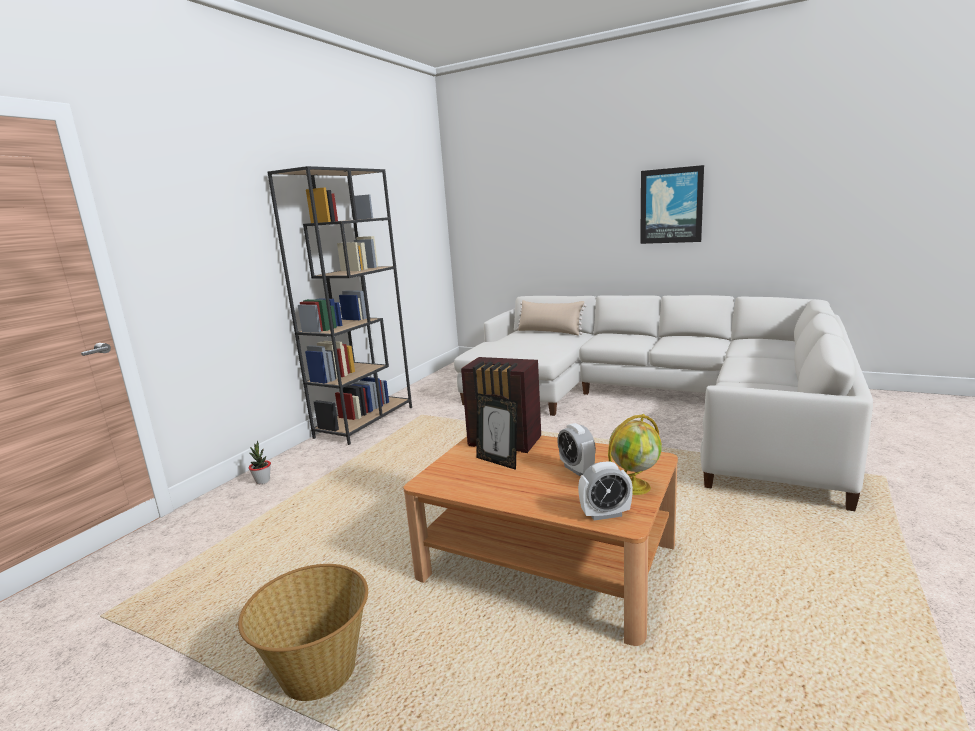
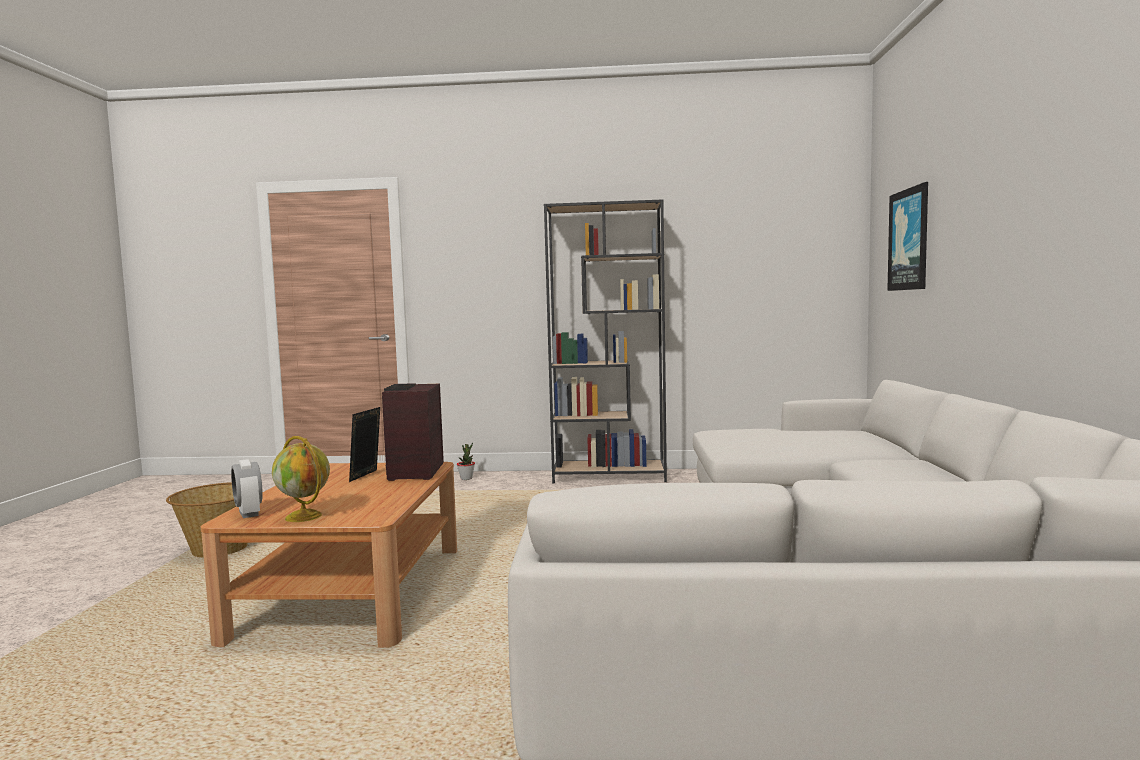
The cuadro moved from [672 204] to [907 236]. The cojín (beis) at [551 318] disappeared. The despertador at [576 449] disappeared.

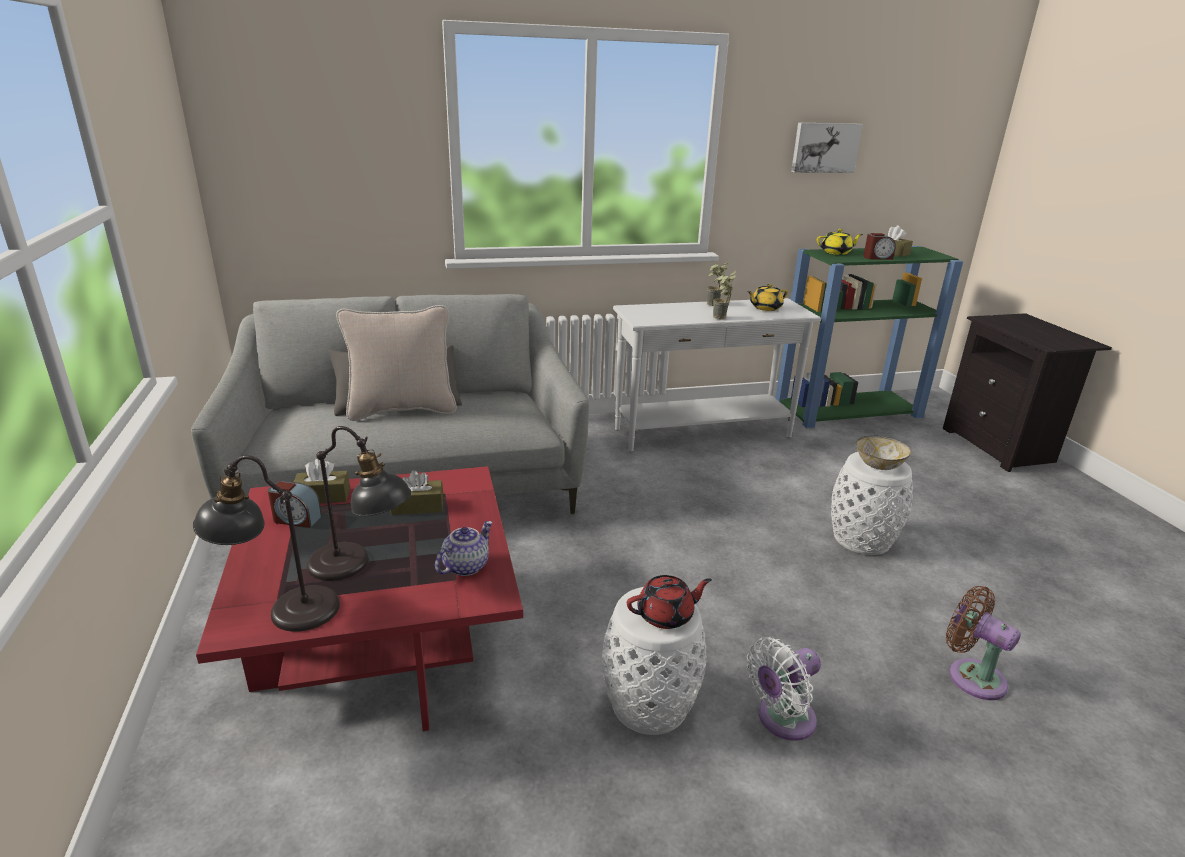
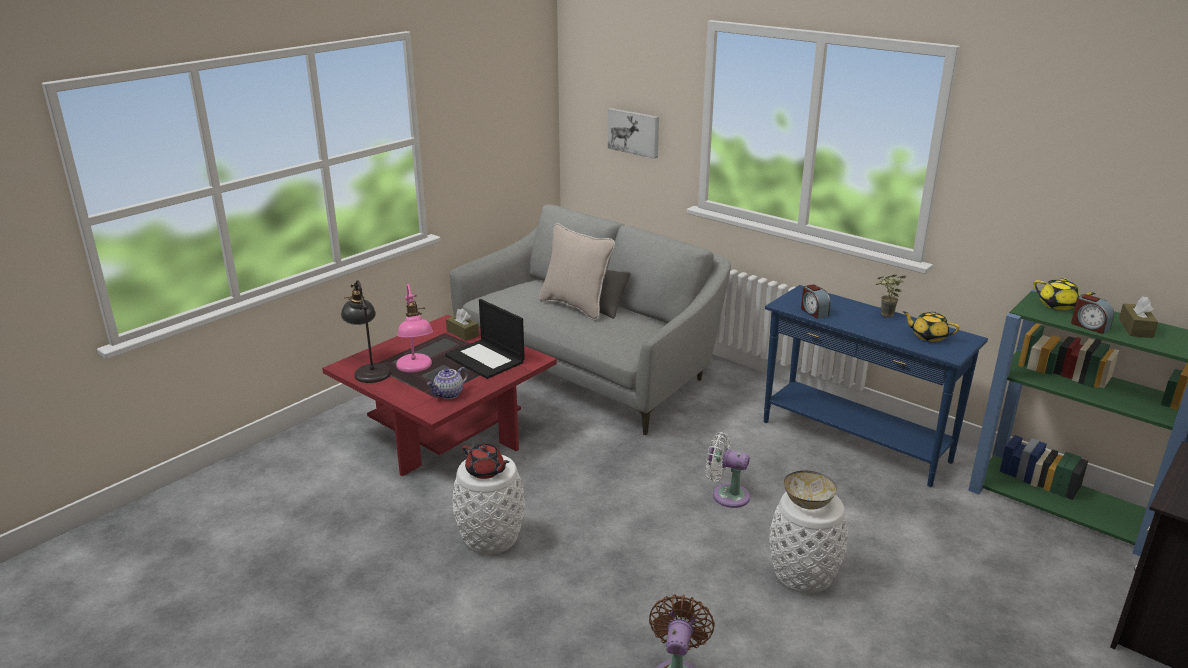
The lámpara de mesa (gris) at [359 503] became the lámpara de mesa (rosa) at [414 328]. The tetera at [464 548] turned 135 degrees clockwise. The caja de pañuelos (marrón) at [416 492] was replaced by the portátil at [485 339]. The cuadro moved from [827 148] to [633 133]. The ventilador (blanco) moved from [784 689] to [728 470]. The mesa consola (blanco) at [717 375] became the mesa consola (azul) at [876 386]. The despertador moved from [295 504] to [815 301]. The planta en maceta at [724 295] disappeared.

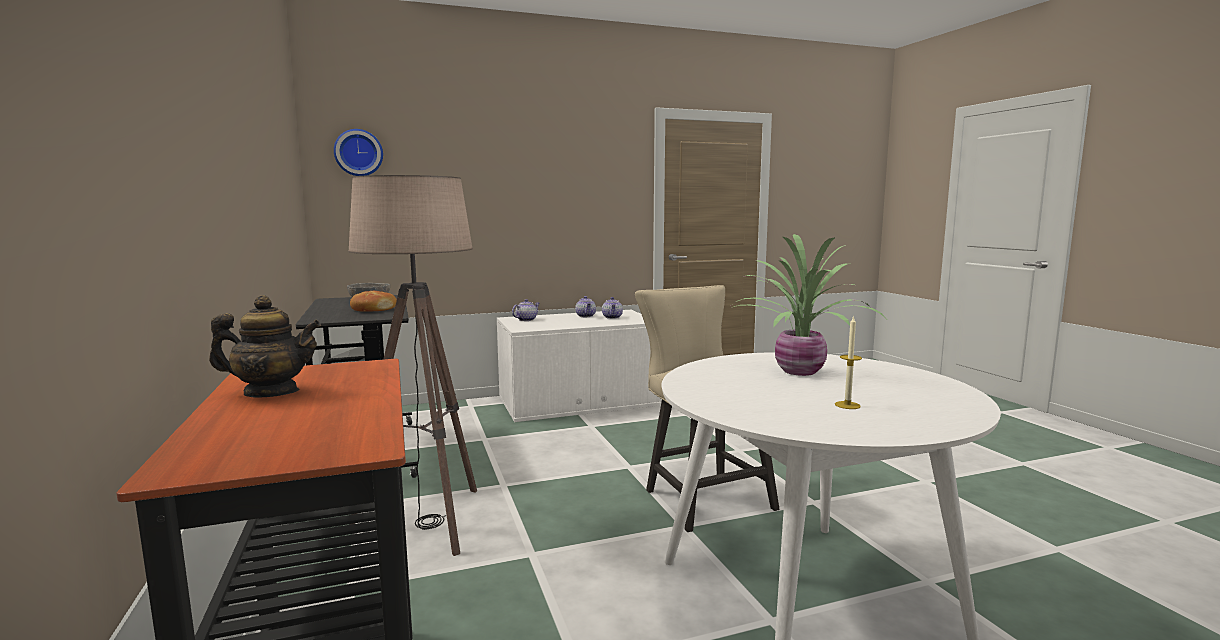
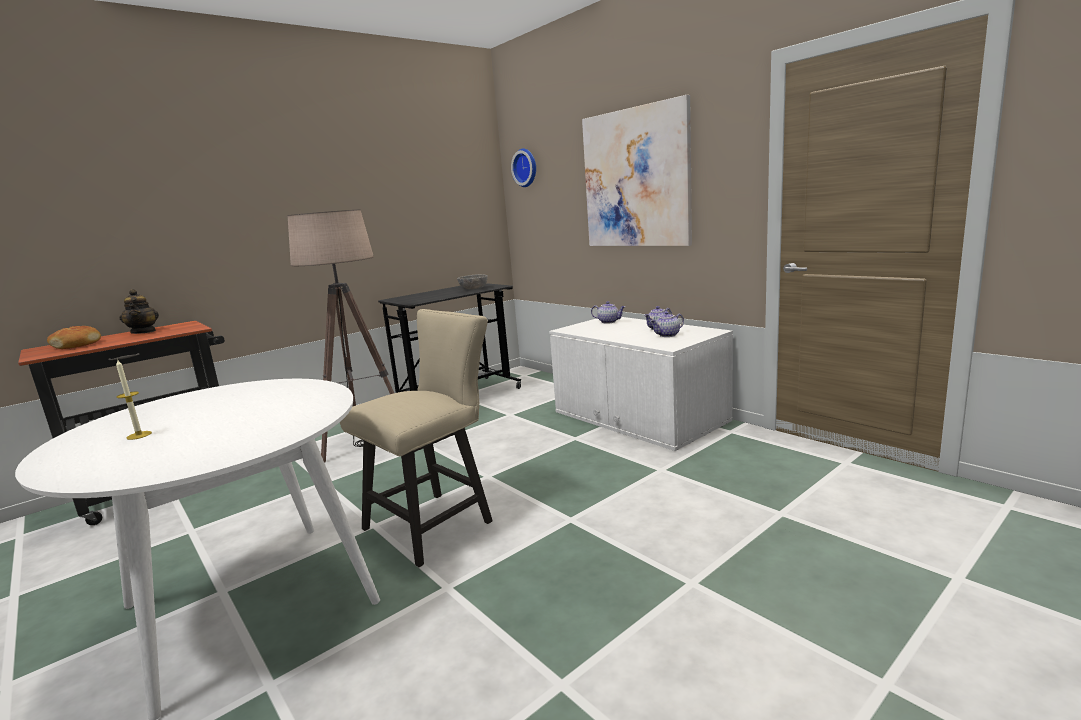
The pan moved from [373 301] to [74 337]. The cuadro at [637 170] appeared. The planta en maceta at [809 305] disappeared.

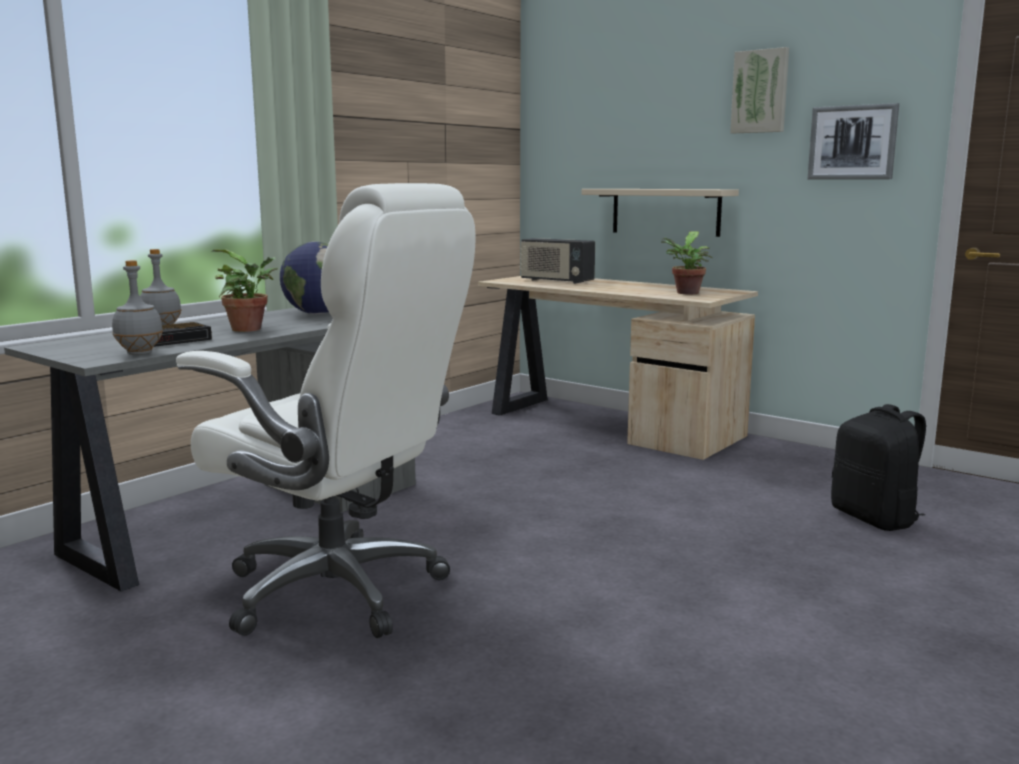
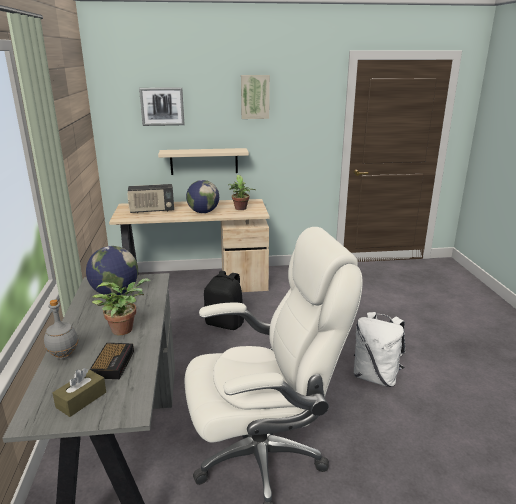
The caja de pañuelos (marrón) at [79 392] appeared. The cuadro moved from [853 141] to [162 106]. The globo terráqueo at [202 196] appeared. The mochila (negro) moved from [878 467] to [224 300]. The mochila (blanco) at [379 349] appeared. The botella (gris) at [137 307] disappeared.

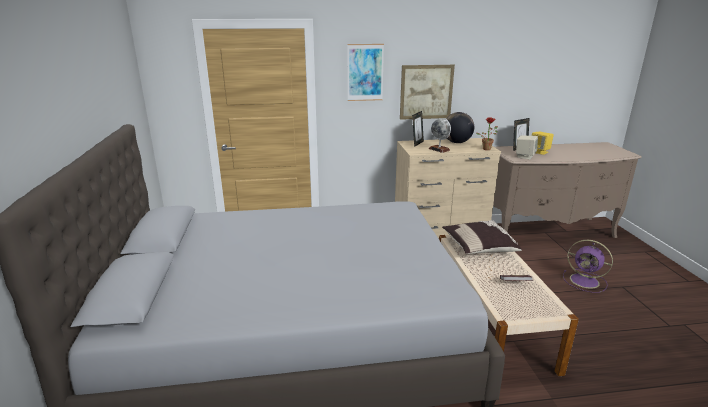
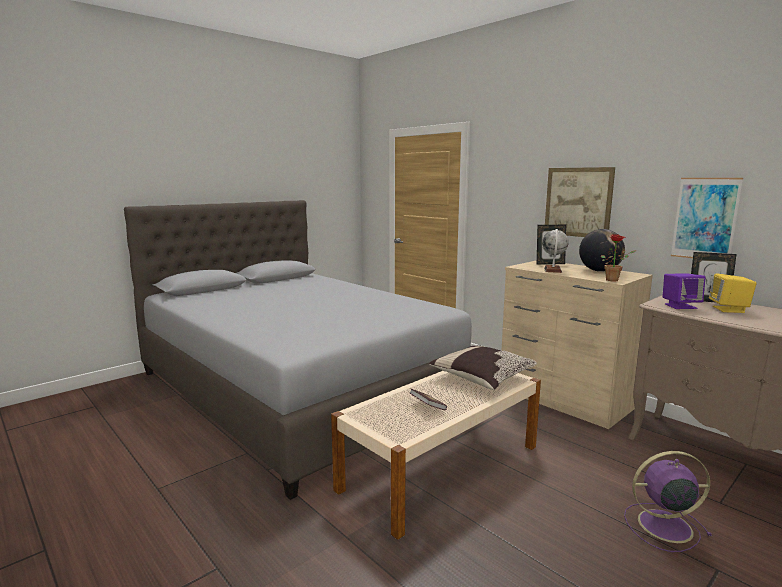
The ventilador (morado) at [588 266] turned 90 degrees clockwise. The altavoz (beis) at [527 148] became the altavoz (morado) at [684 291]. The cuadro moved from [365 72] to [707 218].

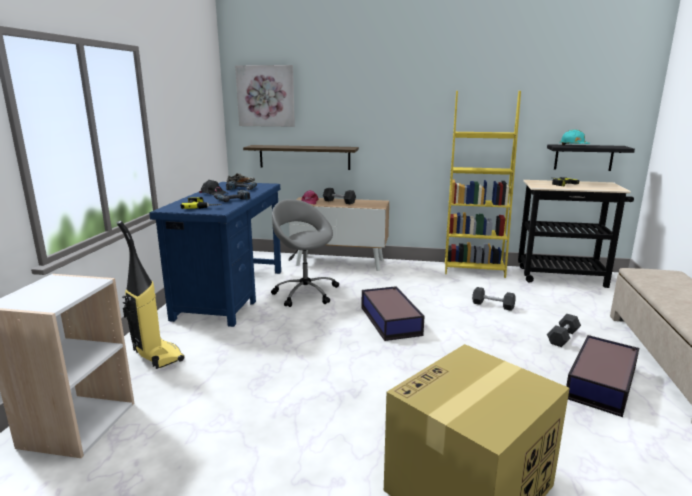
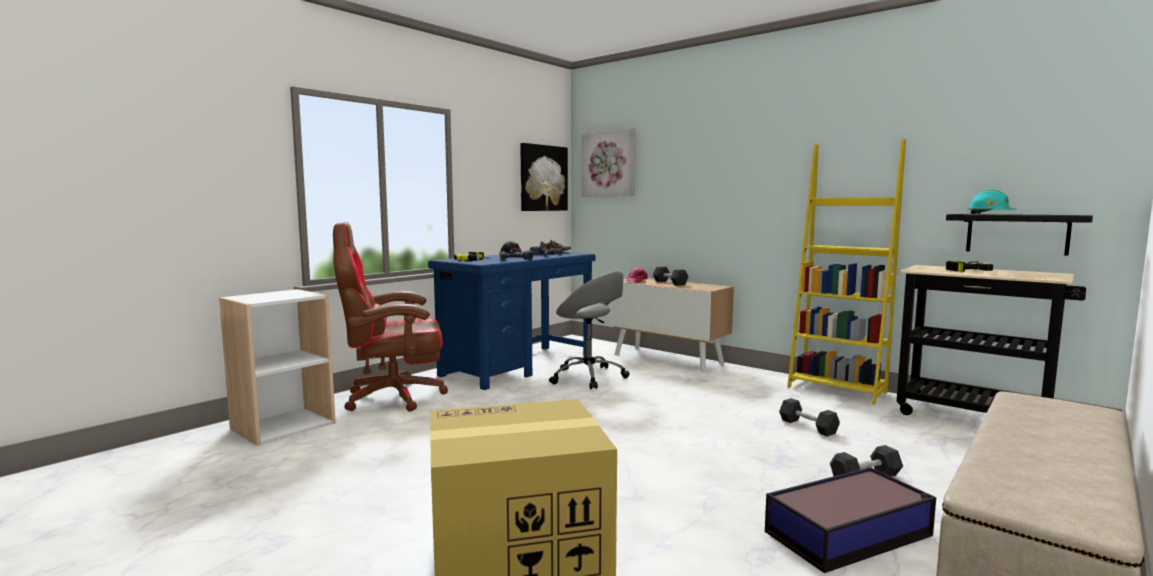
The aspiradora at [150 295] was replaced by the silla de oficina (marrón) at [390 317]. The cuadro at [544 177] appeared. The silla de oficina (gris) at [305 253] turned 150 degrees clockwise. The estante at [301 157] disappeared. The caja de almacenaje at [393 313] disappeared.

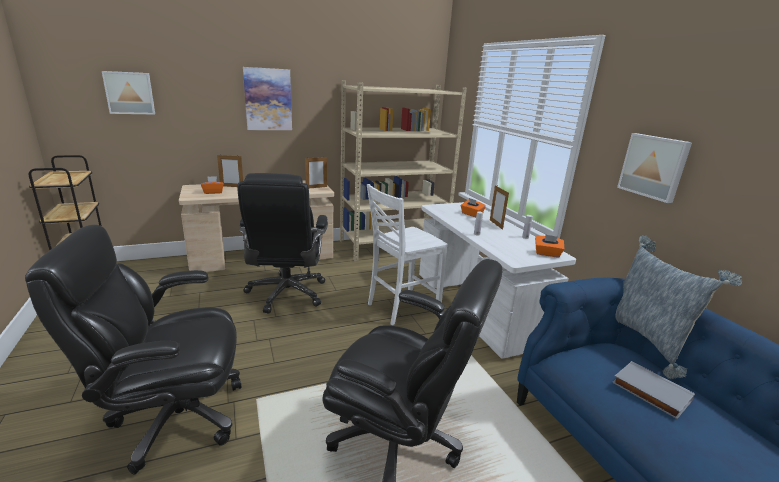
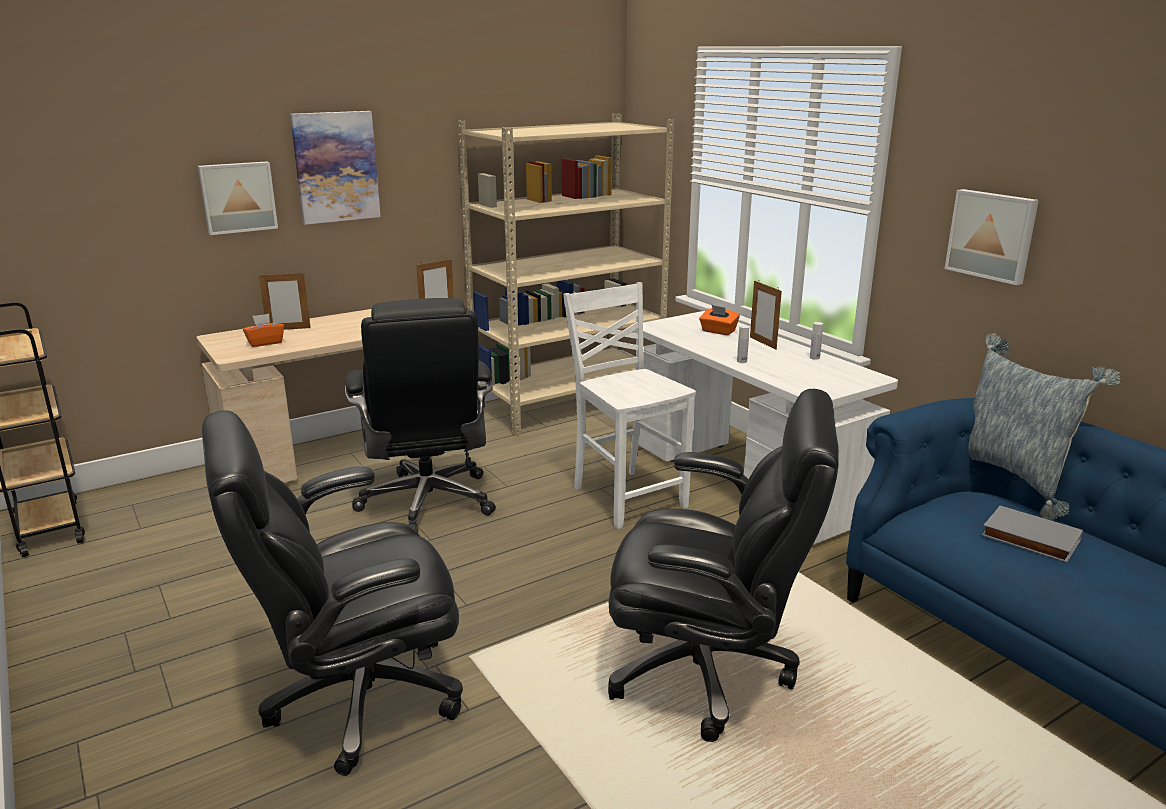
The cuadro moved from [128 93] to [238 198]. The silla (blanco) at [407 254] turned 105 degrees clockwise. The caja de pañuelos (naranja) at [549 246] disappeared.

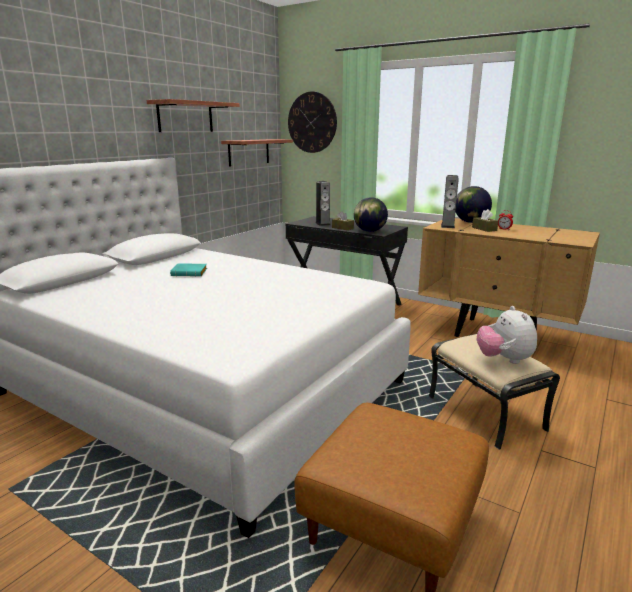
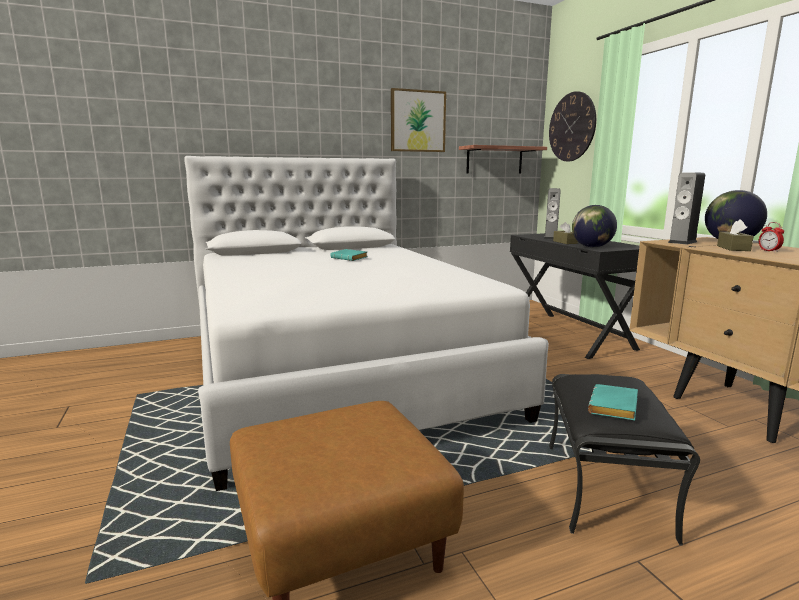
The estante at [193 115] was replaced by the cuadro at [418 120]. The puf (beis) at [494 392] became the puf (negro) at [624 459]. The peluche at [507 335] was replaced by the libro (turquesa) at [613 402].

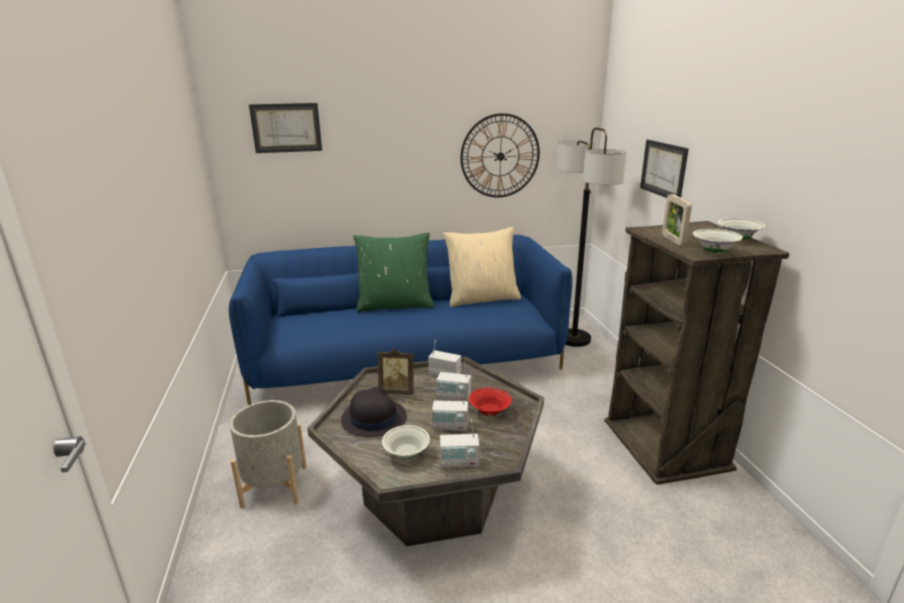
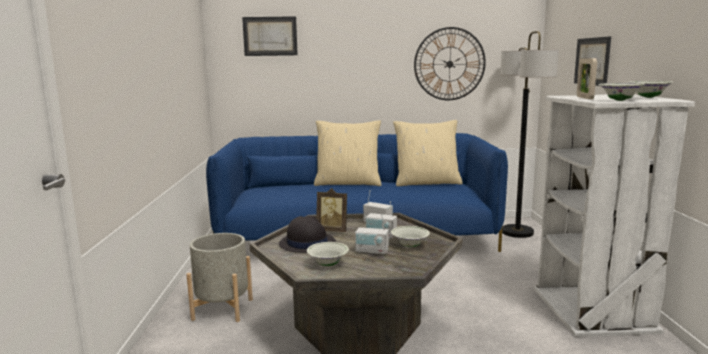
The cojín (verde) at [393 272] became the cojín (beis) at [347 153]. The cuenco (rojo) at [490 401] became the cuenco (blanco) at [410 236]. The estantería (marrón) at [696 353] became the estantería (blanco) at [614 215]. The radio at [459 444] disappeared.

